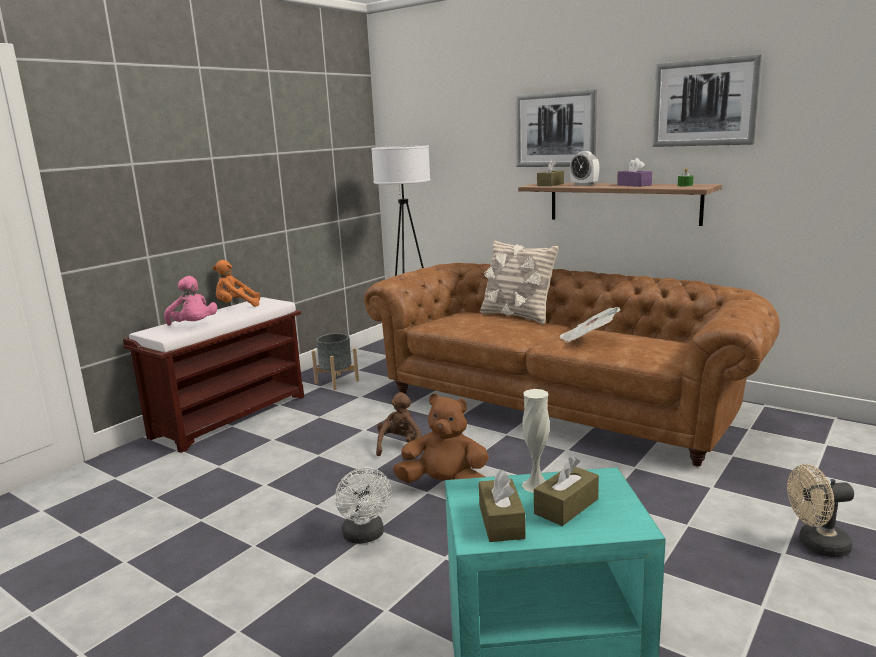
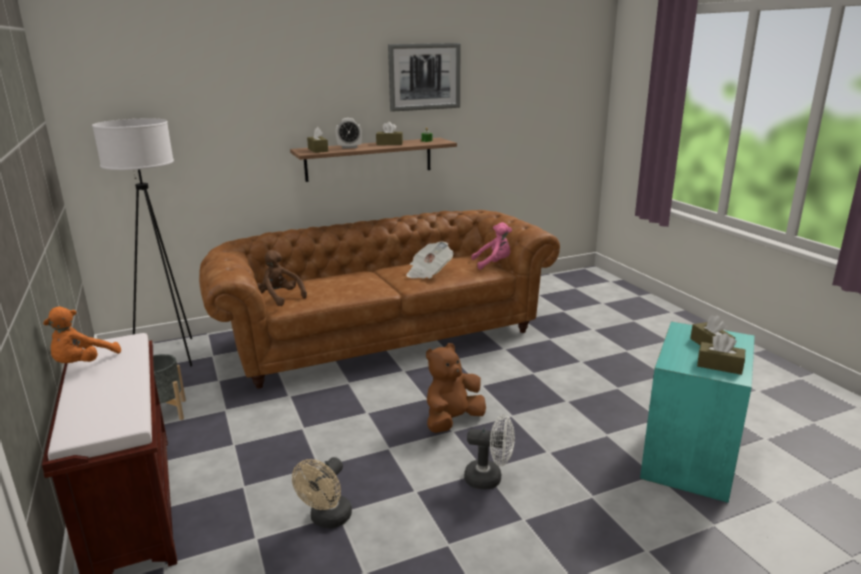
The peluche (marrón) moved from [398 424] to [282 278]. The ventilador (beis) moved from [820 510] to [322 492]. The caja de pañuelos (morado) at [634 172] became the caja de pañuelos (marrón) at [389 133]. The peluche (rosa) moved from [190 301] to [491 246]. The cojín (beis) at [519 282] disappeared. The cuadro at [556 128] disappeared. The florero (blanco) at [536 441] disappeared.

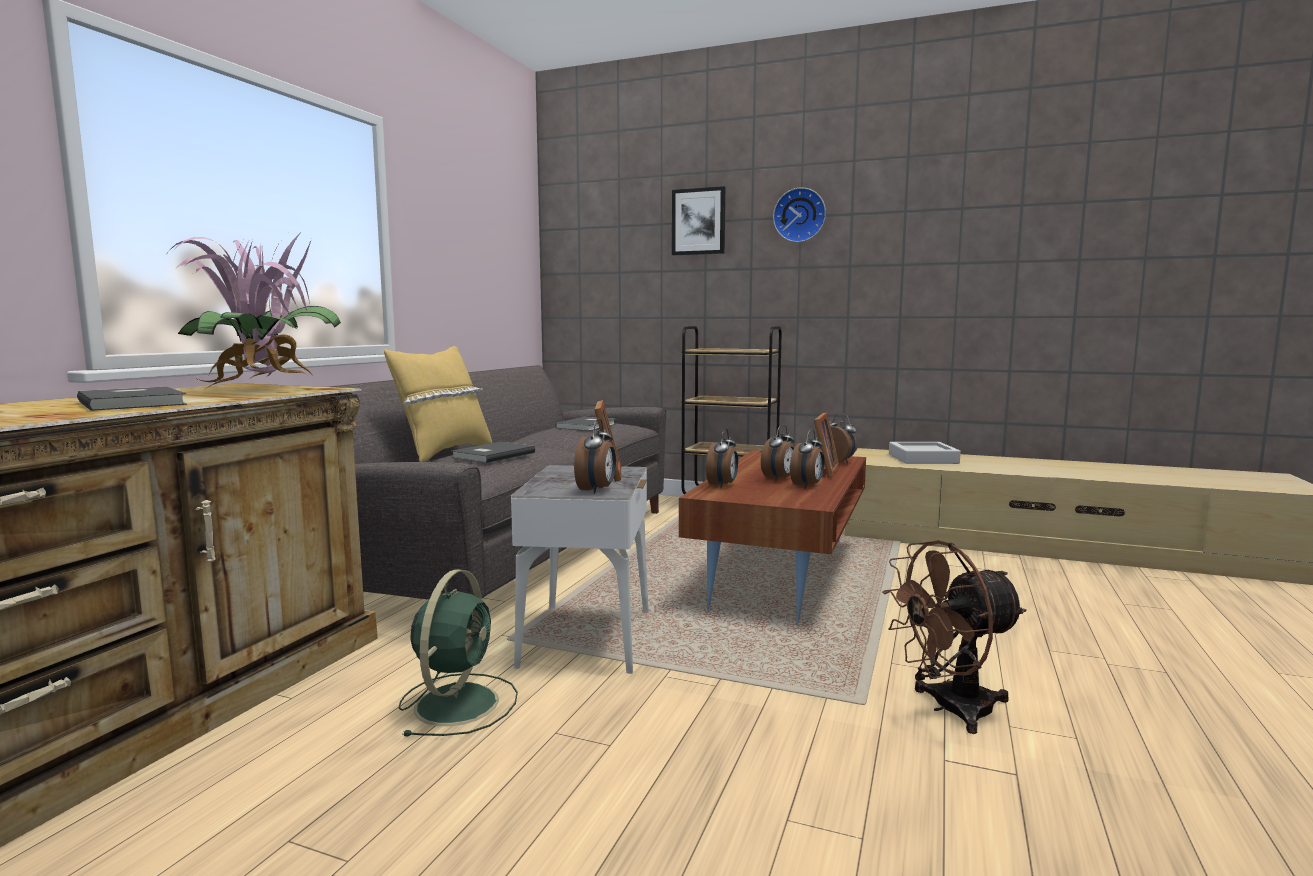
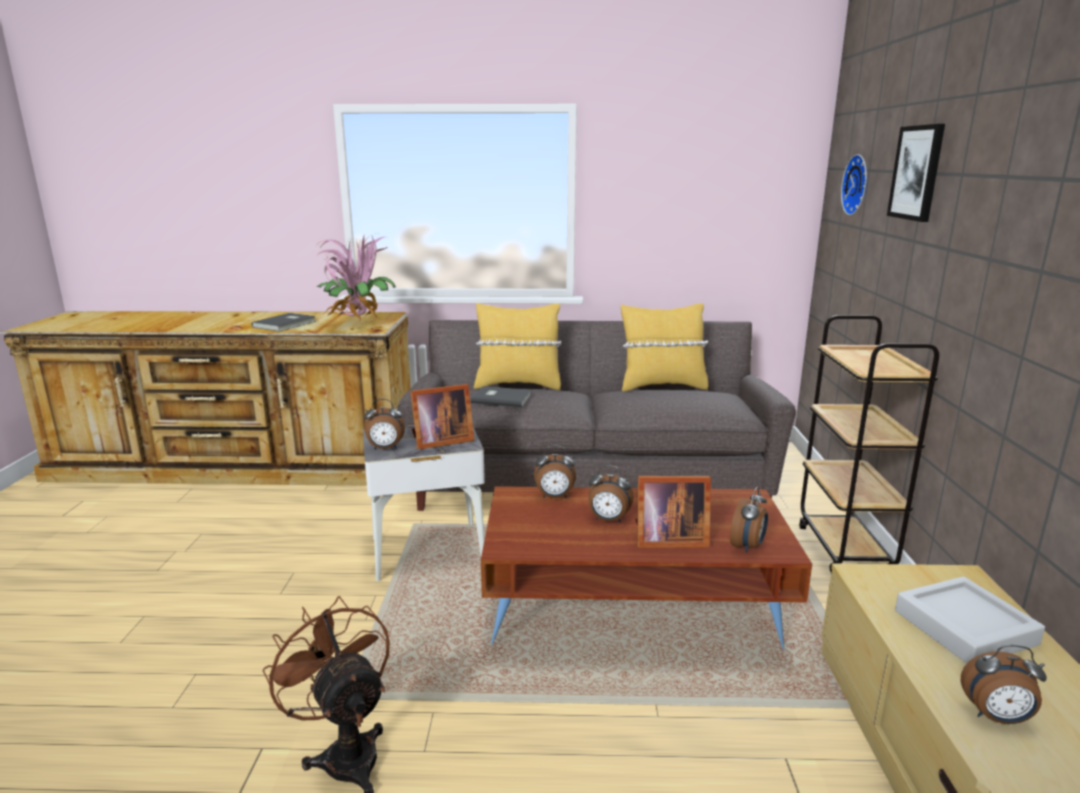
The cojín (amarillo) at [665 347] appeared. The reloj de pared moved from [799 214] to [854 184]. The despertador moved from [807 458] to [1004 684]. The ventilador (verde) at [458 653] disappeared. The libro (gris) at [585 424] disappeared.

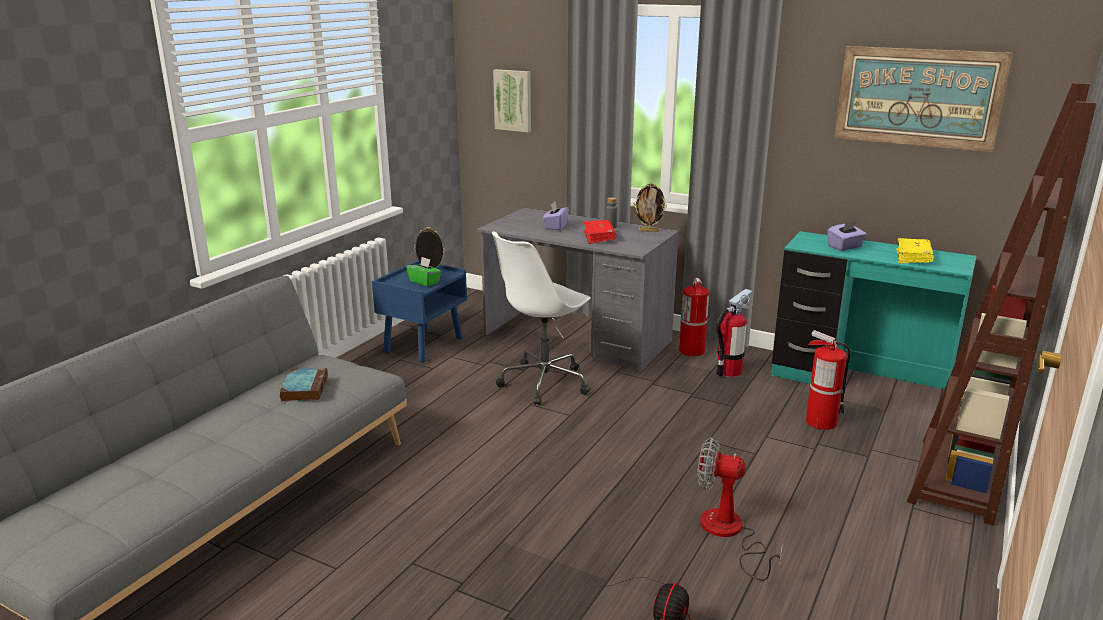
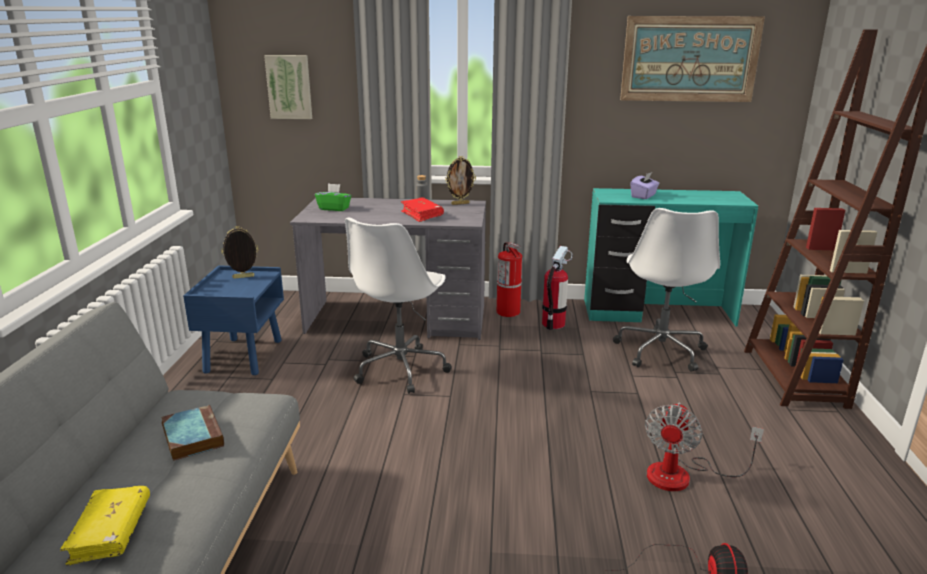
The libro (amarillo) moved from [915 250] to [105 526]. The caja de pañuelos (verde) moved from [424 272] to [333 197]. The extintor at [828 380] was replaced by the silla de oficina (blanco) at [666 290]. The ventilador at [740 509] turned 60 degrees counterclockwise. The caja de pañuelos (morado) at [556 216] disappeared.

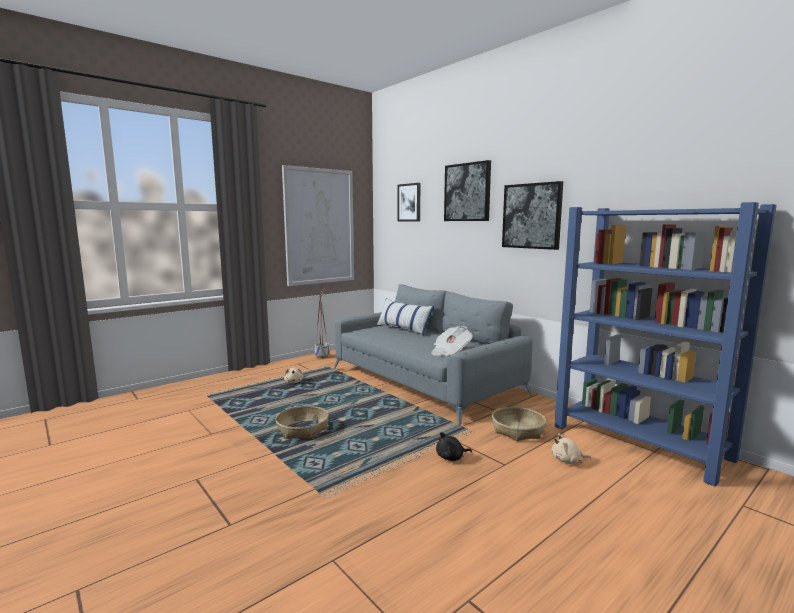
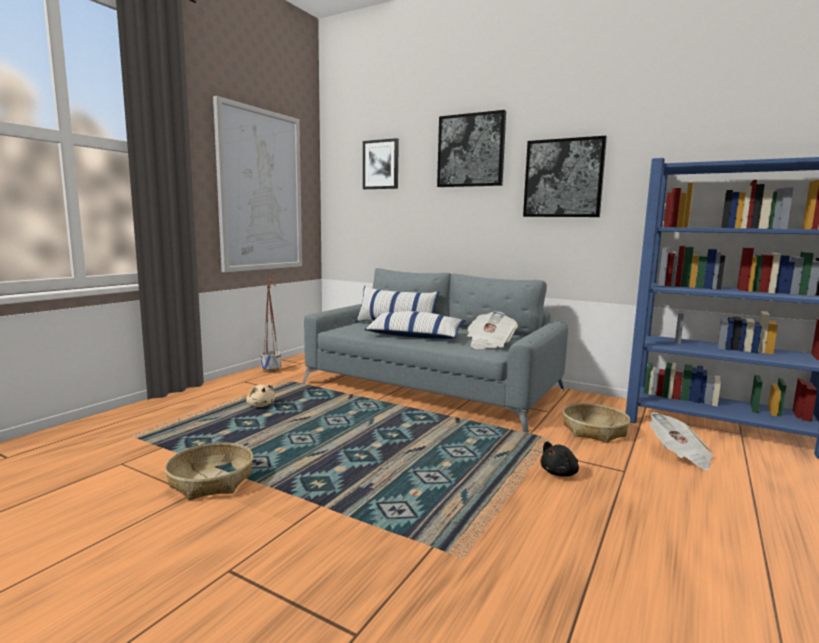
The cesta moved from [302 422] to [209 471]. The cojín at [415 325] appeared. The peluche (beis) at [572 448] was replaced by the periódico at [682 441].

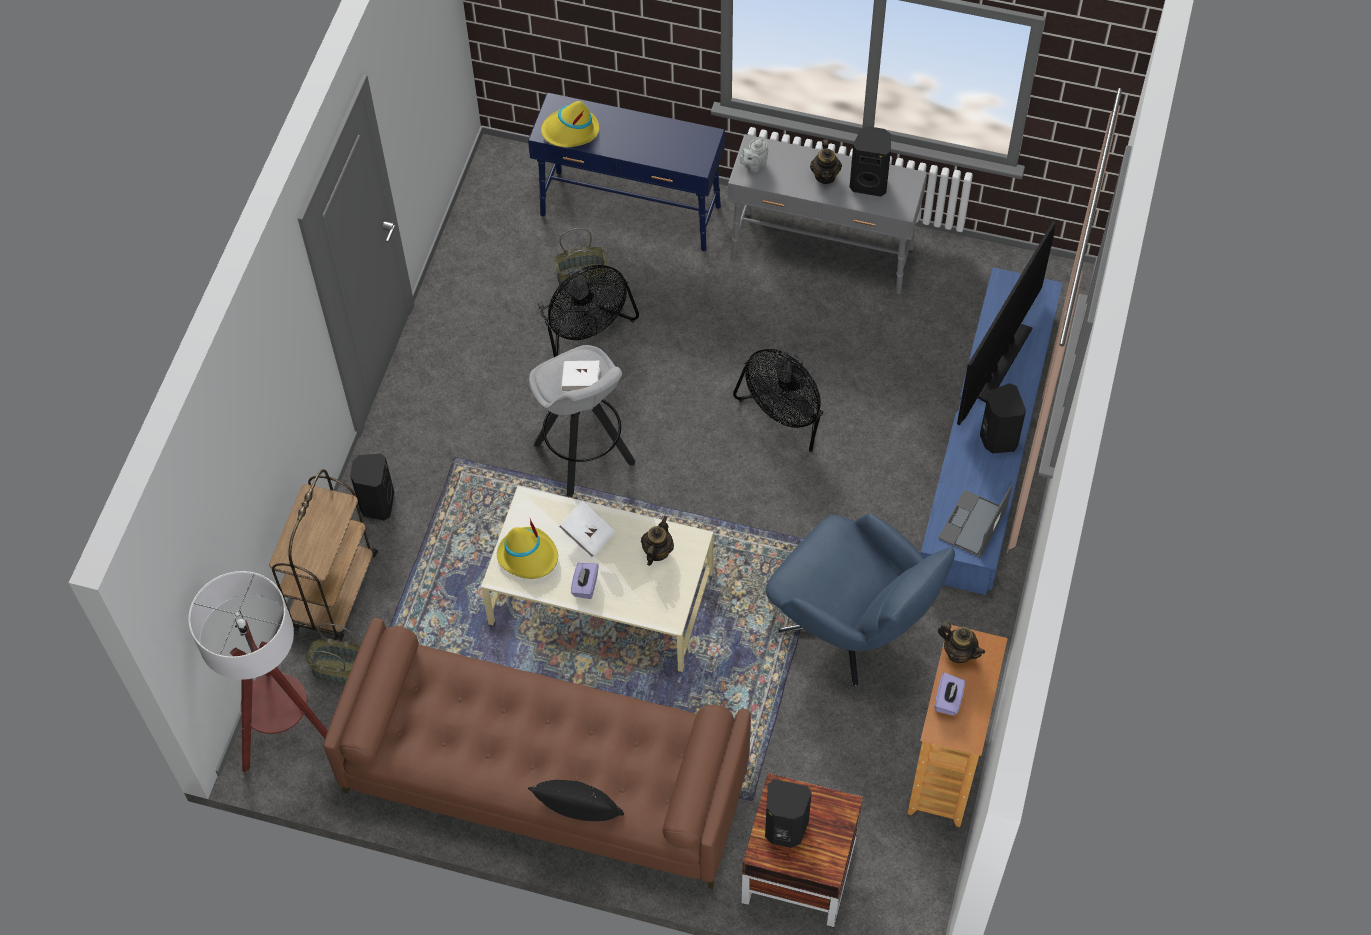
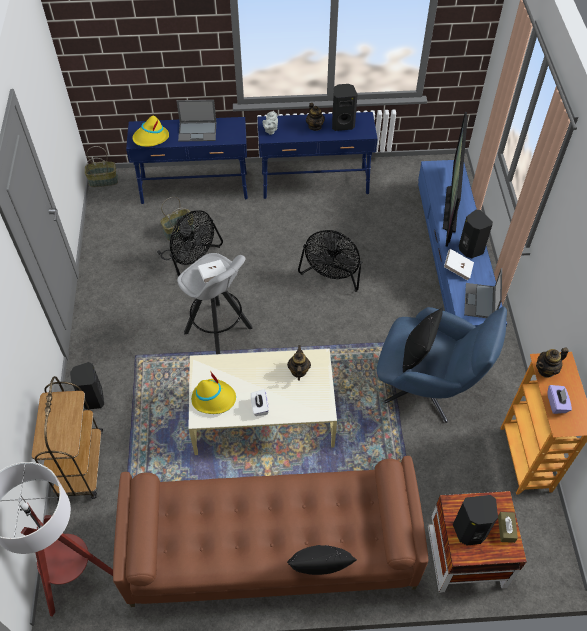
The cesta moved from [333 653] to [101 166]. The portátil at [196 121] appeared. The caja de pañuelos (morado) at [585 581] became the caja de pañuelos (blanco) at [260 402]. The mesa consola (gris) at [827 214] became the mesa consola (azul) at [317 155]. The cojín (negro) at [422 340] appeared. The libro (blanco) moved from [587 528] to [459 265]. The caja de pañuelos (marrón) at [508 527] appeared. The tetera at [961 642] turned 135 degrees clockwise.

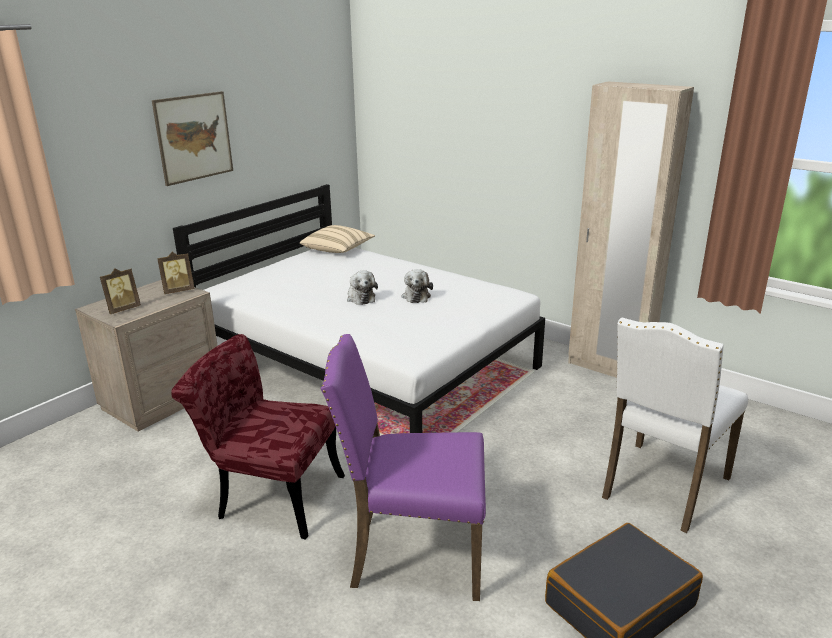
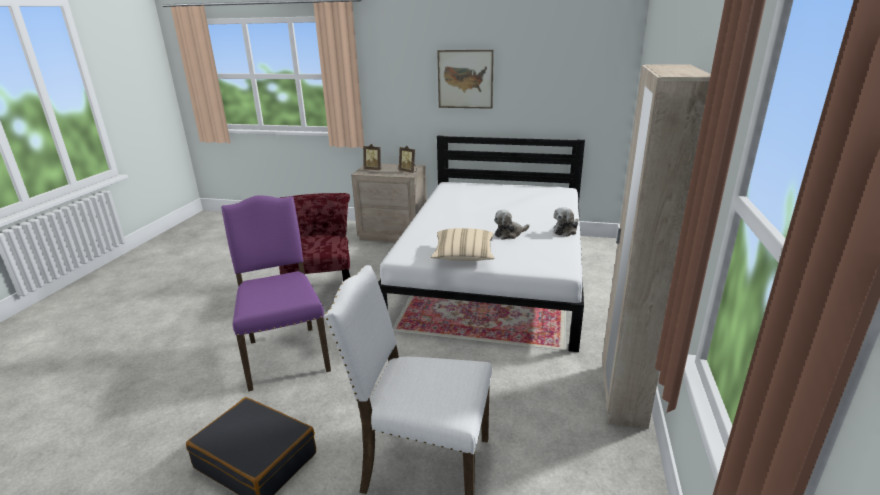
The cojín (beis) moved from [337 239] to [463 244]. The peluche moved from [362 288] to [566 222].

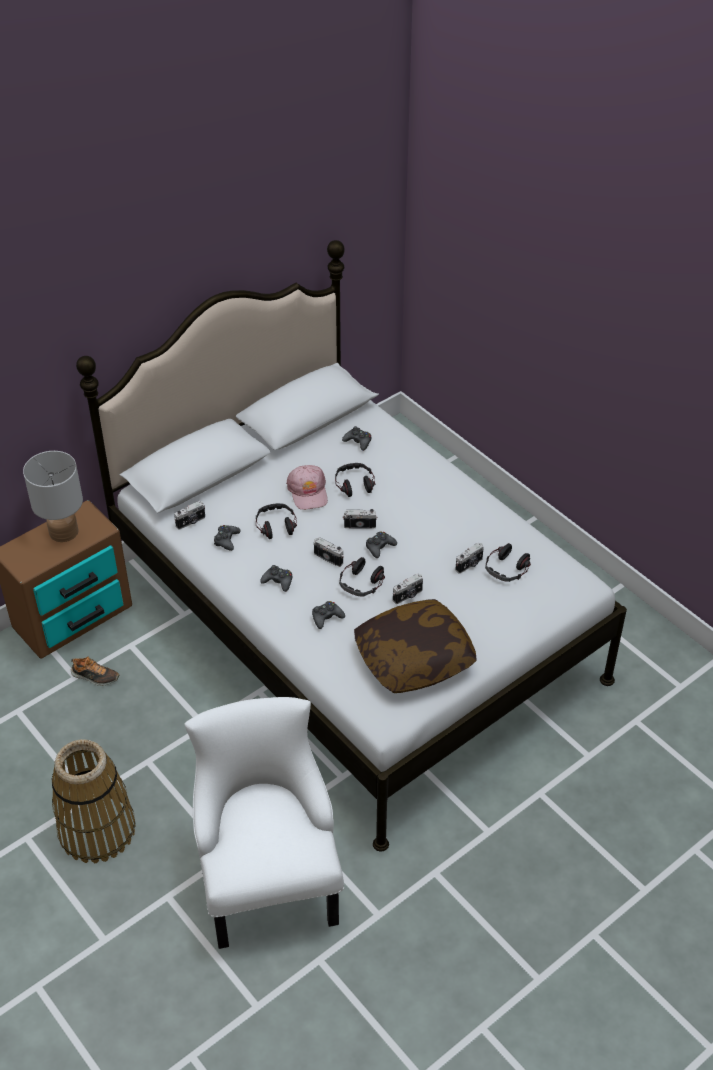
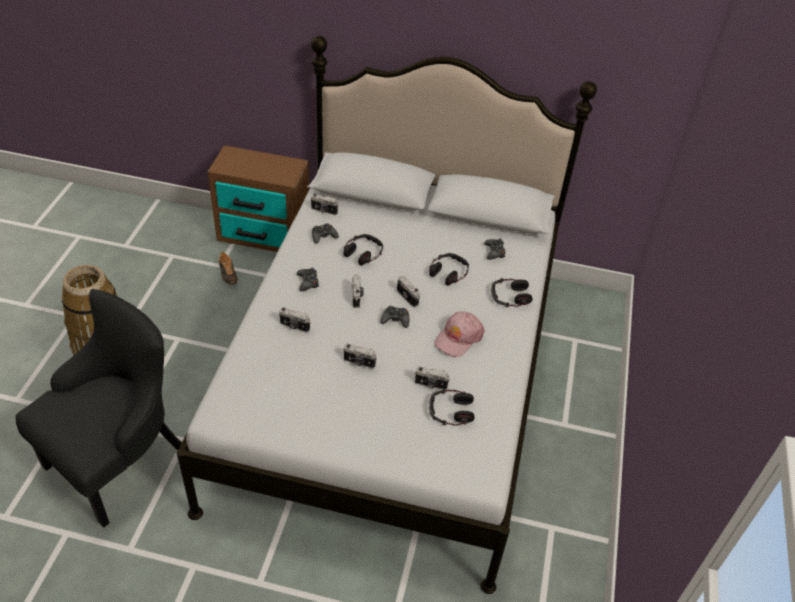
The silla (blanco) at [264 823] became the silla (negro) at [99 408]. The mando de consola (negro) at [328 615] was replaced by the cámara at [294 320]. The gorra (rosa) moved from [307 487] to [459 334]. The auriculares moved from [362 576] to [512 292]. The lámpara de mesa (gris) at [53 496] disappeared. The cojín at [415 646] disappeared.

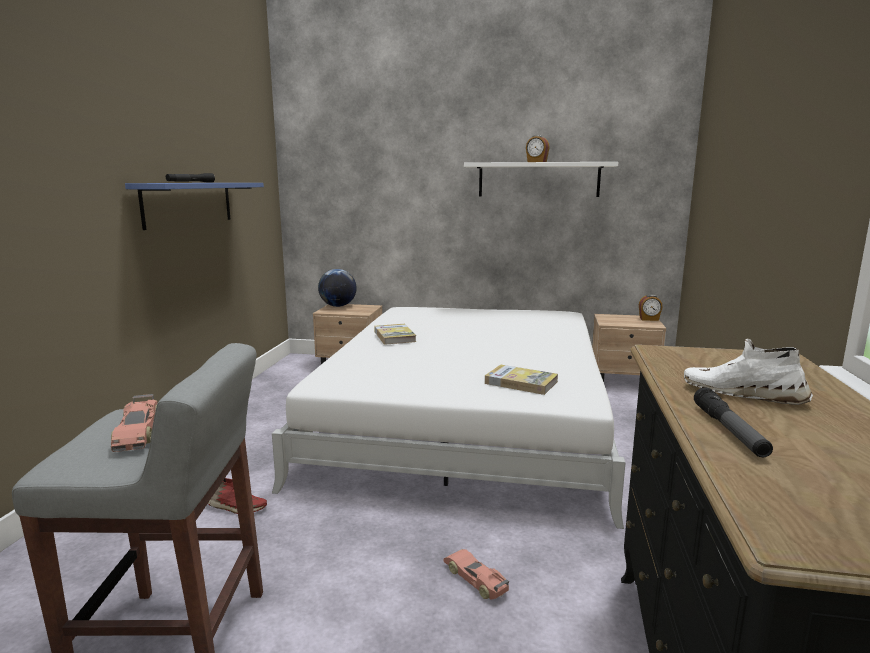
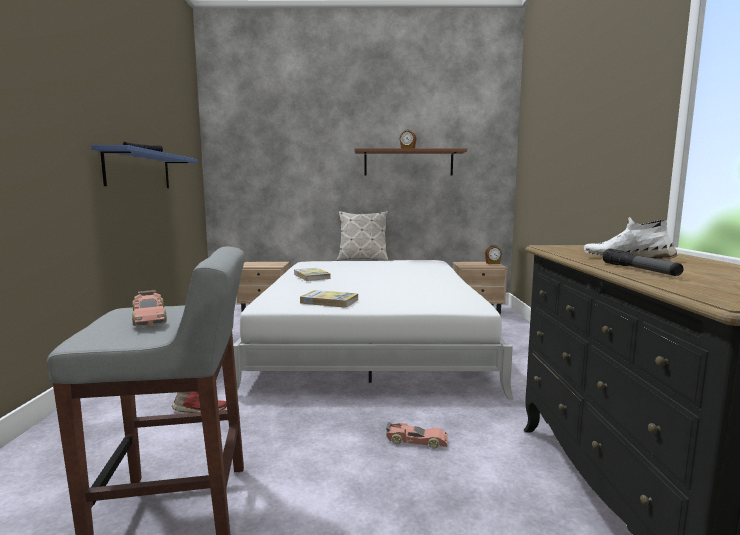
The libro moved from [521 380] to [329 299]. The cojín at [362 236] appeared. The estante (blanco) at [541 179] became the estante (marrón) at [411 162]. The coche de juguete at [476 574] turned 150 degrees clockwise. The globo terráqueo at [337 288] disappeared.

